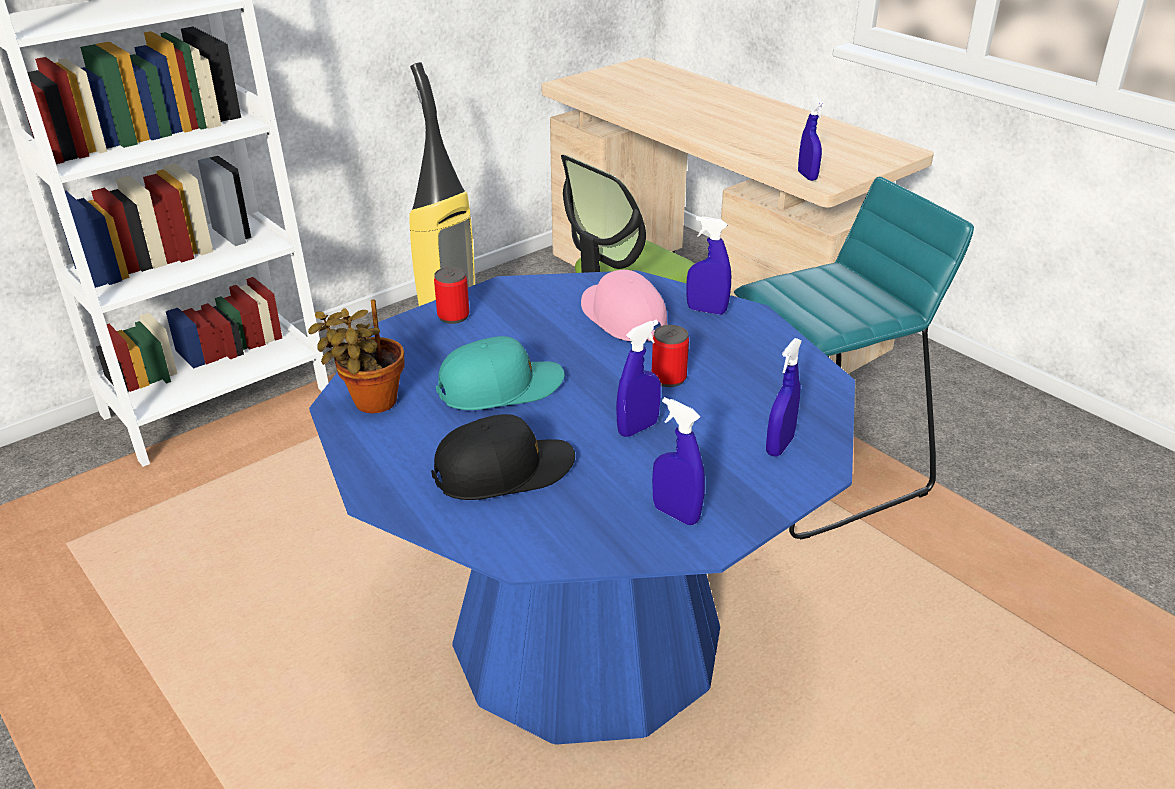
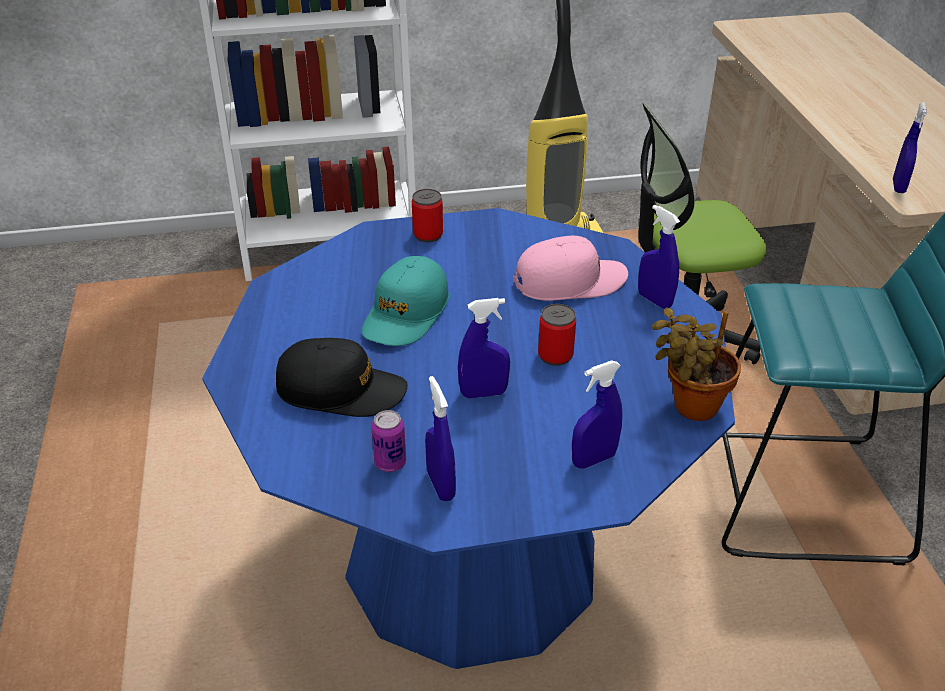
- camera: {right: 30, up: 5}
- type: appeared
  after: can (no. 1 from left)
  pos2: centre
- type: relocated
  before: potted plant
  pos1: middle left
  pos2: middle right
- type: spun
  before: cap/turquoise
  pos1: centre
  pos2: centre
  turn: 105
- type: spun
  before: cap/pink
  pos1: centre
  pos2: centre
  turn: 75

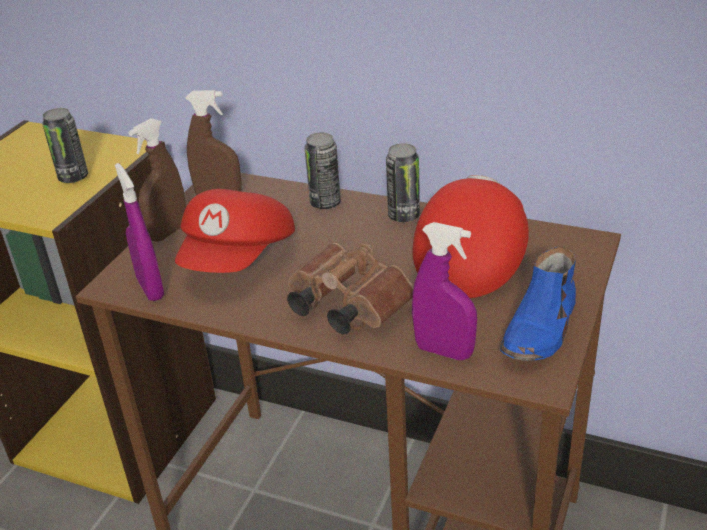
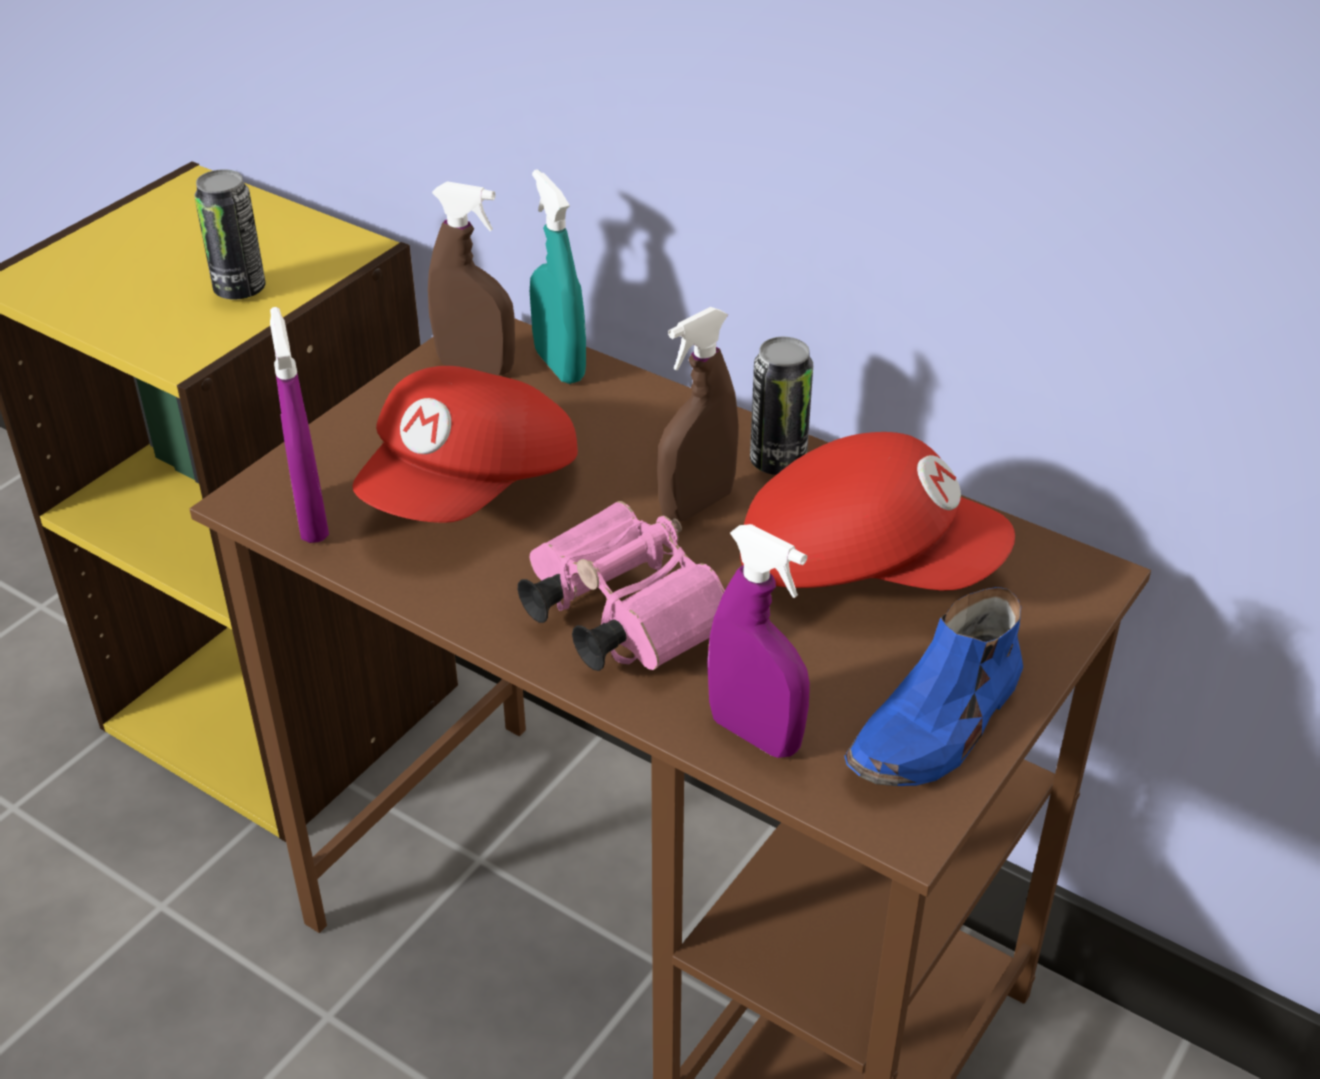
- camera: {right: 10, up: 5}
- type: missing
  before: can (no. 2 from left)
  pos1: top centre
- type: appeared
  after: spray bottle/turquoise
  pos2: top centre
- type: relocated
  before: spray bottle/brown (no. 1 from left in the first image)
  after: spray bottle/brown (no. 2 from left)
  pos1: middle left
  pos2: centre
- type: colour
  before: binoculars/brown
  after: binoculars/pink
  pos1: centre
  pos2: centre
- type: spun
  before: cap/red (no. 2 from left)
  pos1: centre
  pos2: centre
  turn: 75

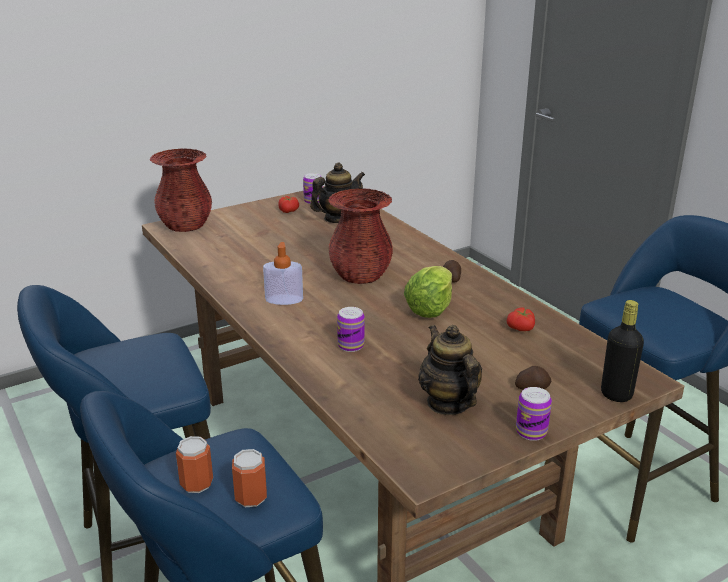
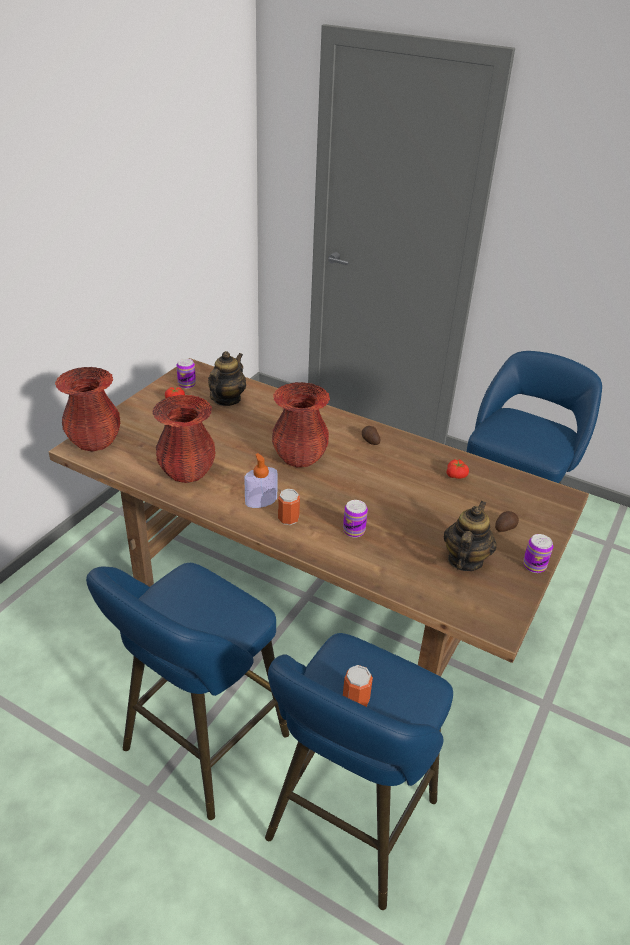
- camera: {right: -30, up: 10}
- type: missing
  before: lettuce
  pos1: centre
- type: missing
  before: bottle/black
  pos1: middle right
- type: appeared
  after: vase/red (no. 2 from left)
  pos2: middle left
- type: relocated
  before: can (no. 2 from left)
  pos1: bottom centre
  pos2: centre
- type: spun
  before: teapot (no. 2 from left)
  pos1: centre
  pos2: middle right
  turn: 75

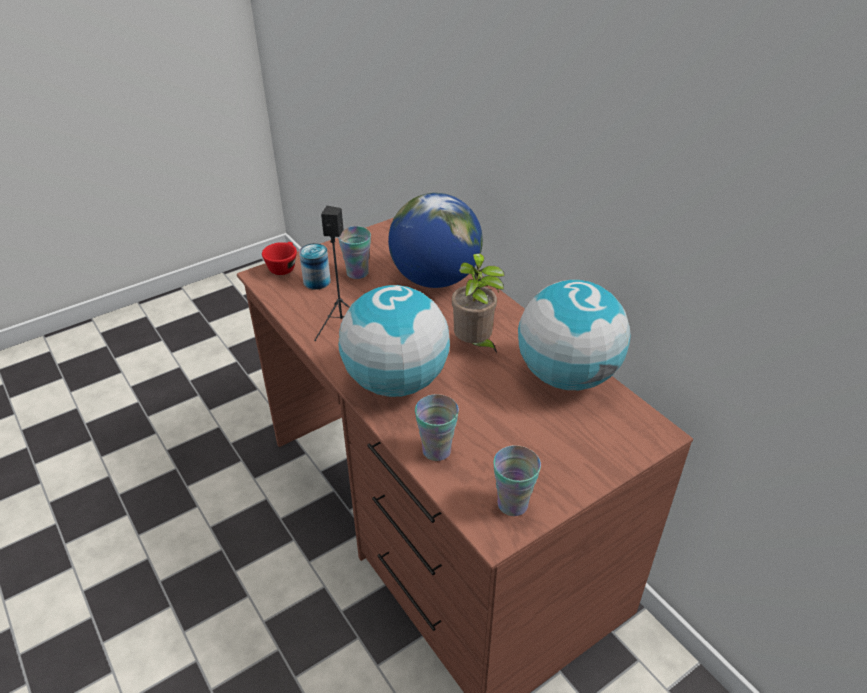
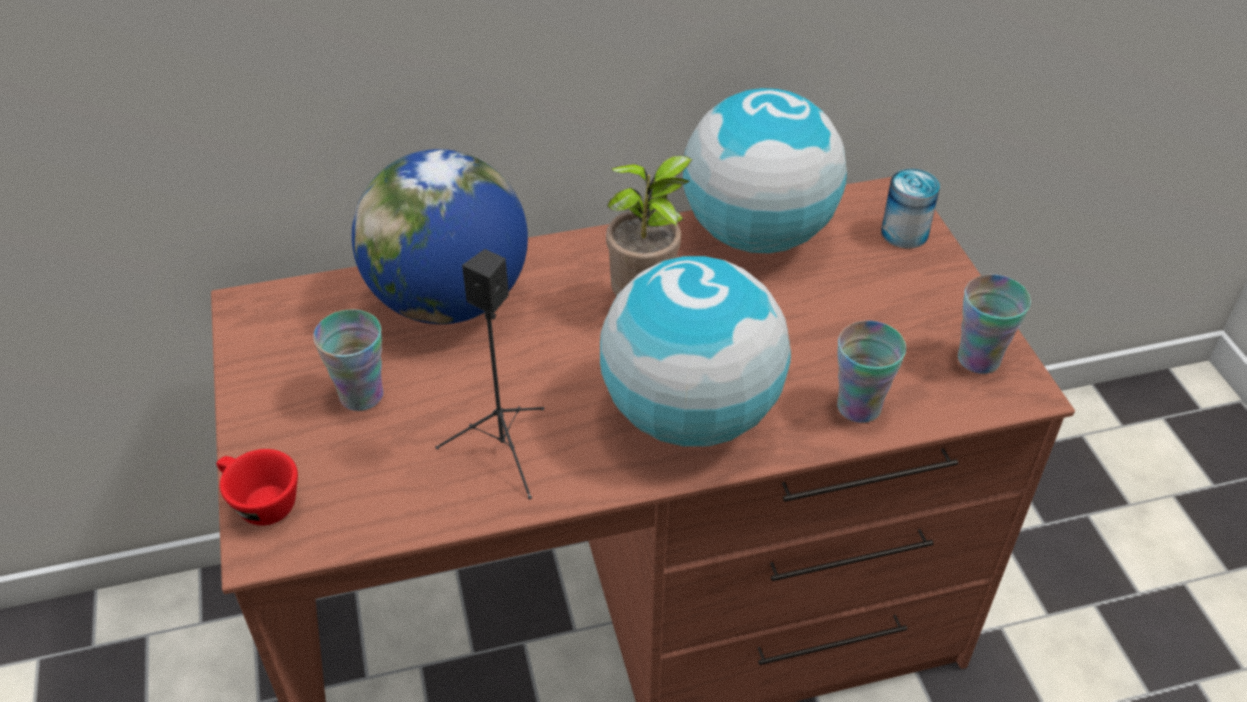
- camera: {right: -70, up: 5}
- type: relocated
  before: can
  pos1: centre
  pos2: top right

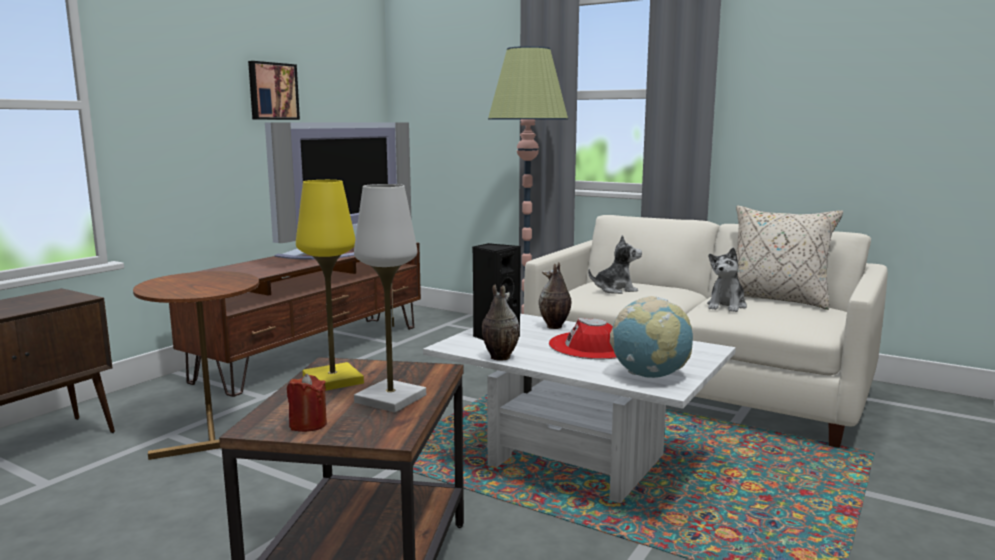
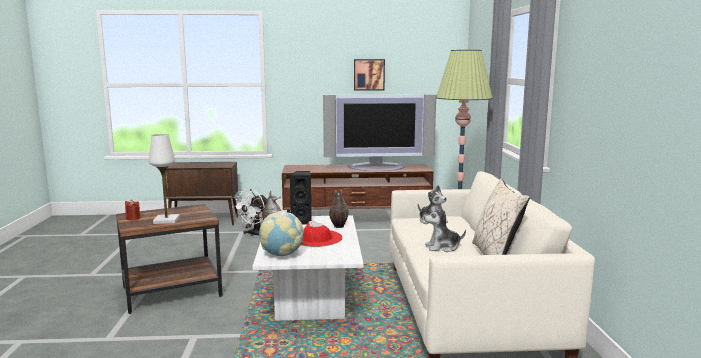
- camera: {right: 55, up: 0}
- type: missing
  before: table lamp/yellow
  pos1: middle left
- type: exchanged
  before: side table/brown (no. 1 from left)
  after: fan/white
  pos1: middle left
  pos2: centre

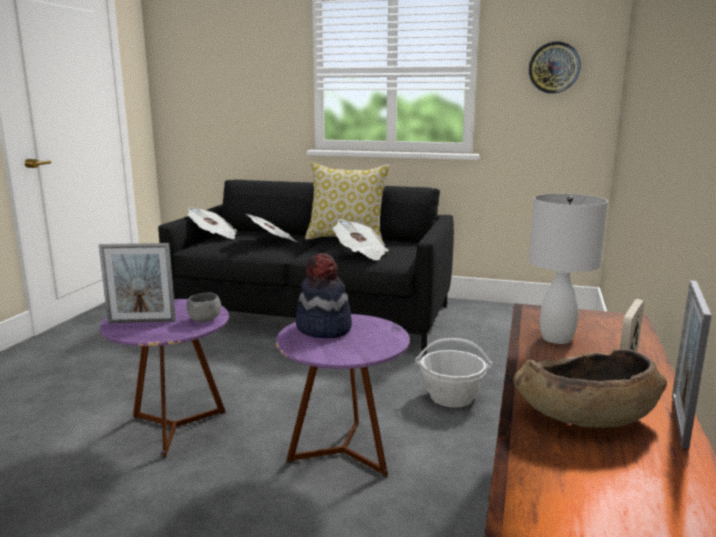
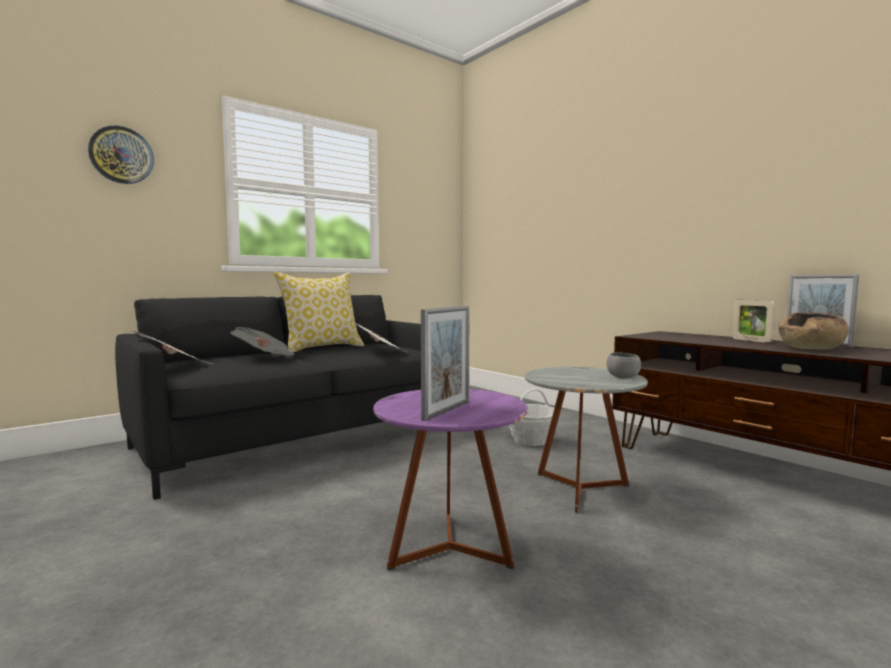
- camera: {right: -55, up: -10}
- type: missing
  before: hat
  pos1: centre
- type: missing
  before: table lamp/white
  pos1: middle right
- type: relocated
  before: bowl/grey
  pos1: middle left
  pos2: middle right
- type: relocated
  before: wall clock
  pos1: top right
  pos2: top left
- type: colour
  before: side table/purple (no. 2 from left)
  after: side table/grey
  pos1: bottom centre
  pos2: centre

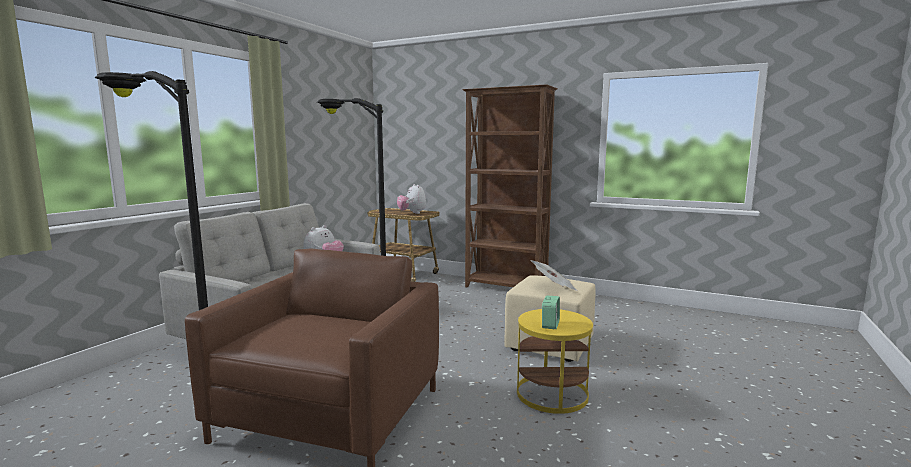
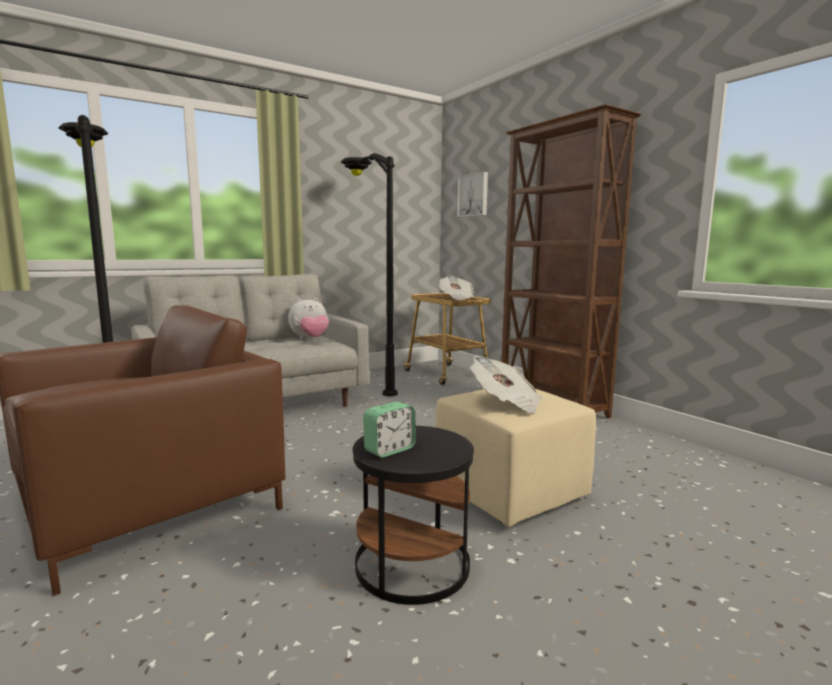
- camera: {right: 30, up: 0}
- type: appeared
  after: picture
  pos2: top centre
- type: exchanged
  before: plush toy (no. 2 from left)
  after: newspaper (no. 1 from left)
  pos1: centre
  pos2: centre
- type: colour
  before: side table/yellow
  after: side table/black
  pos1: bottom centre
  pos2: bottom centre

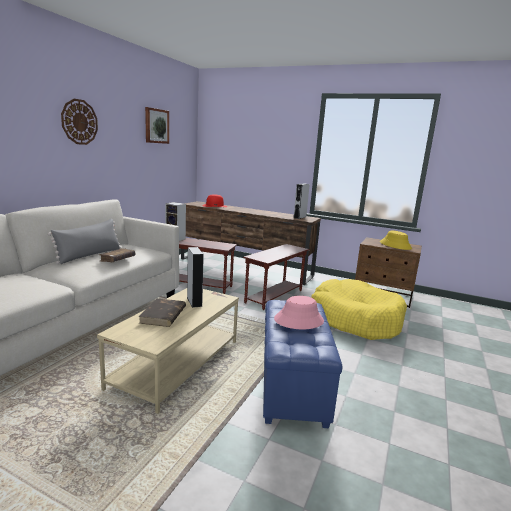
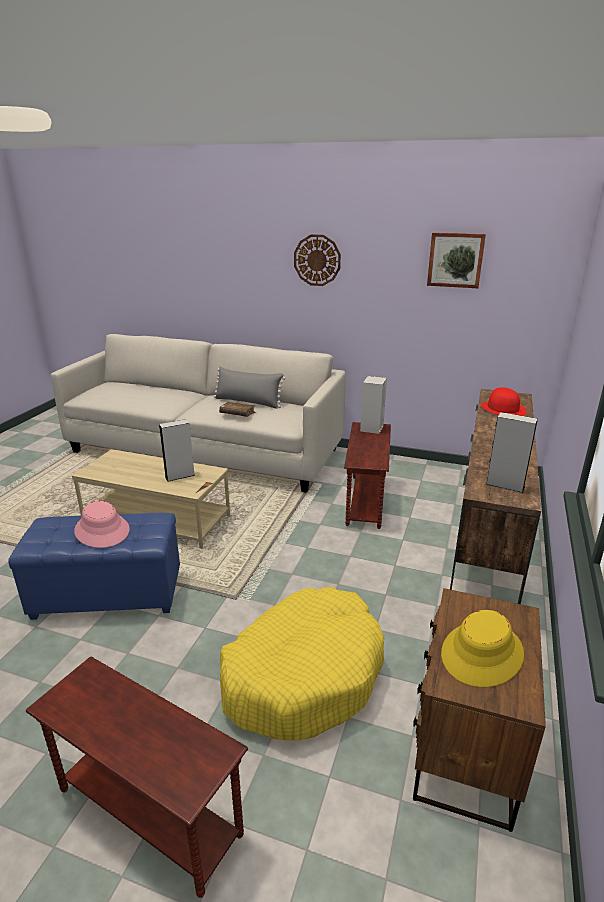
- camera: {right: 85, up: 10}
- type: missing
  before: book/brown (no. 2 from left)
  pos1: middle left
- type: relocated
  before: side table/brown (no. 2 from left in the first image)
  after: side table/brown (no. 1 from left)
  pos1: centre
  pos2: bottom left

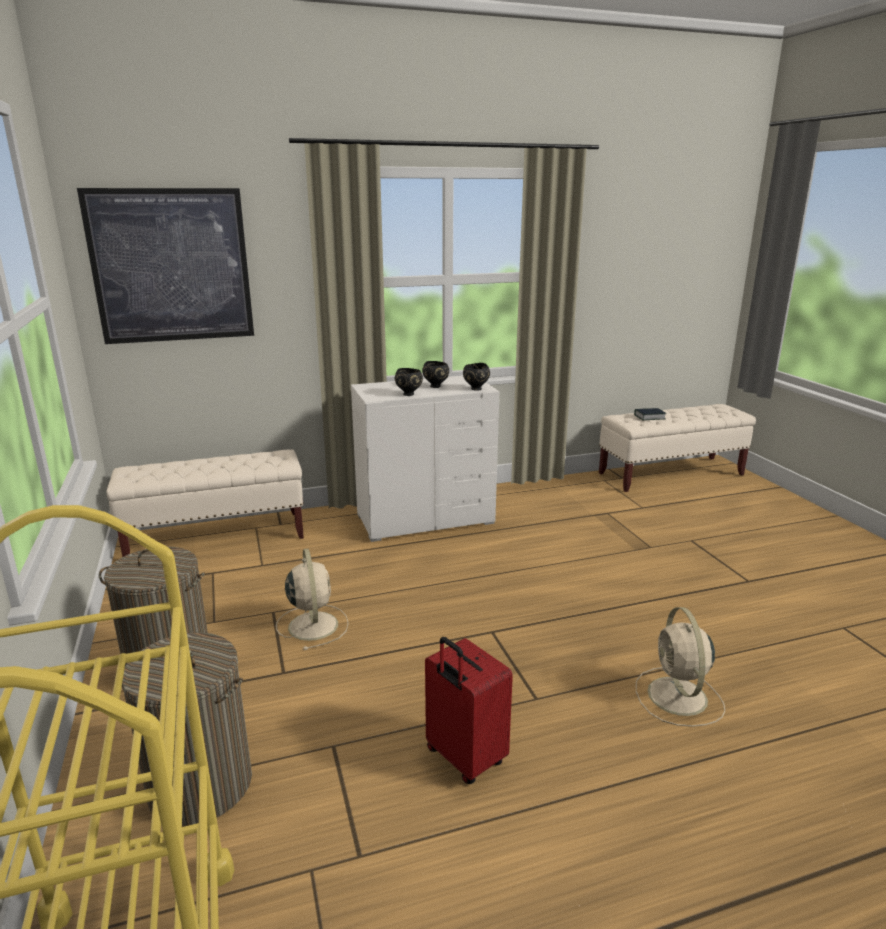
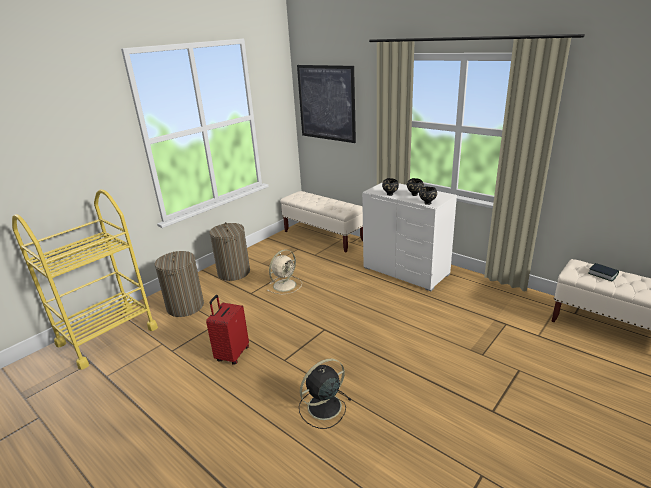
- camera: {right: 60, up: 5}
- type: colour
  before: fan/beige (no. 2 from left)
  after: fan/black
  pos1: bottom right
  pos2: bottom centre

